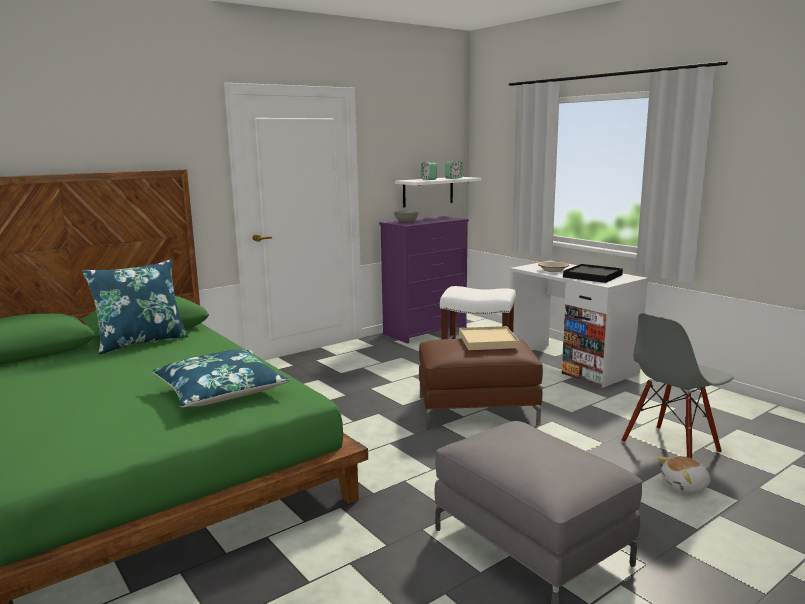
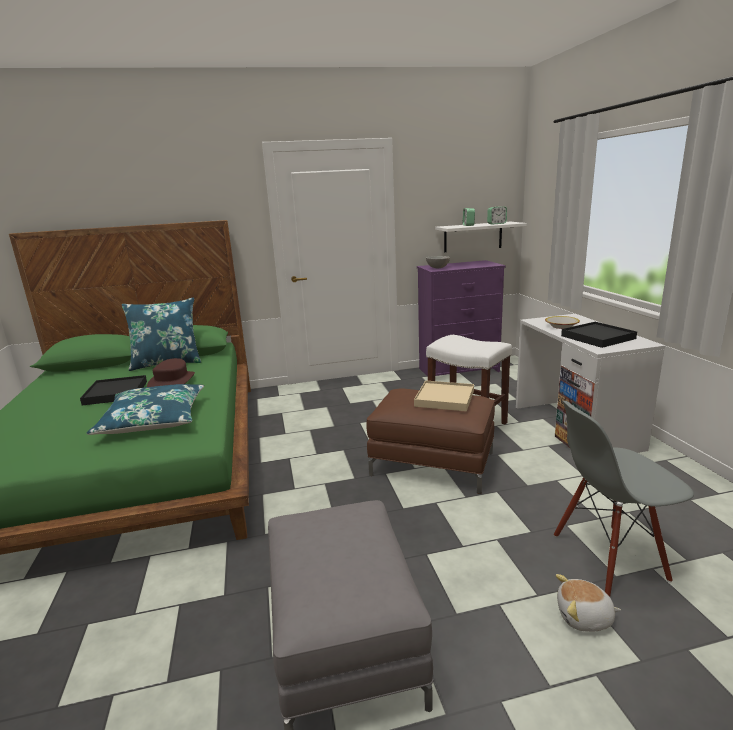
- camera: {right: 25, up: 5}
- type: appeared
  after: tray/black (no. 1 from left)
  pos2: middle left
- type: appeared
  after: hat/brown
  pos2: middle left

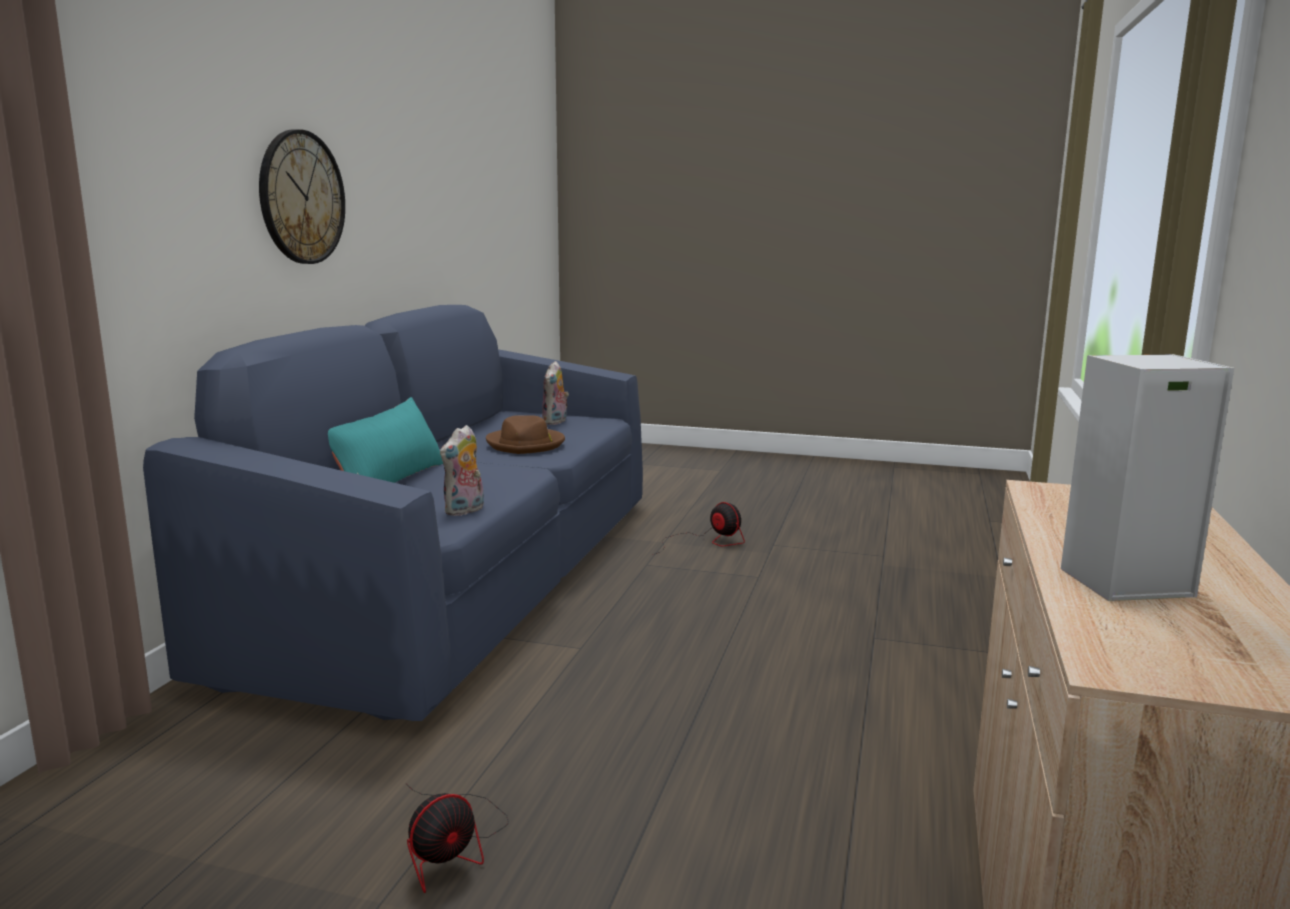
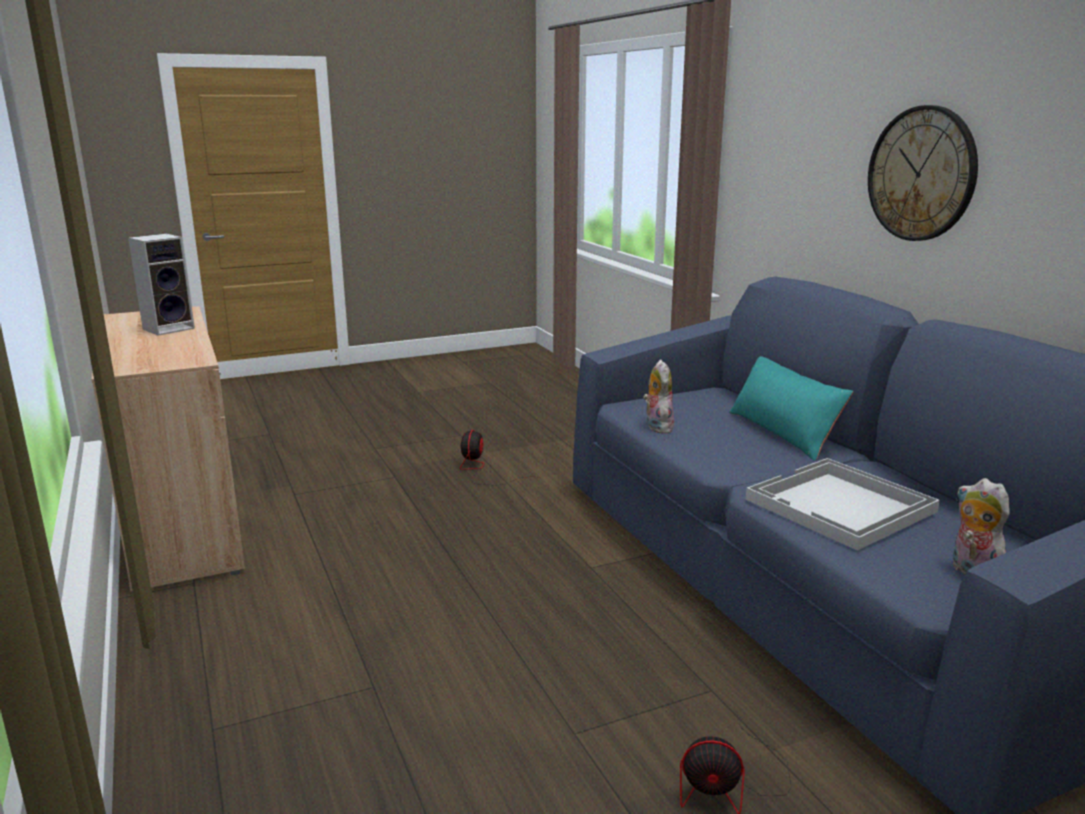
- camera: {right: 140, up: 5}
- type: exchanged
  before: hat/brown
  after: tray/white
  pos1: centre
  pos2: middle right

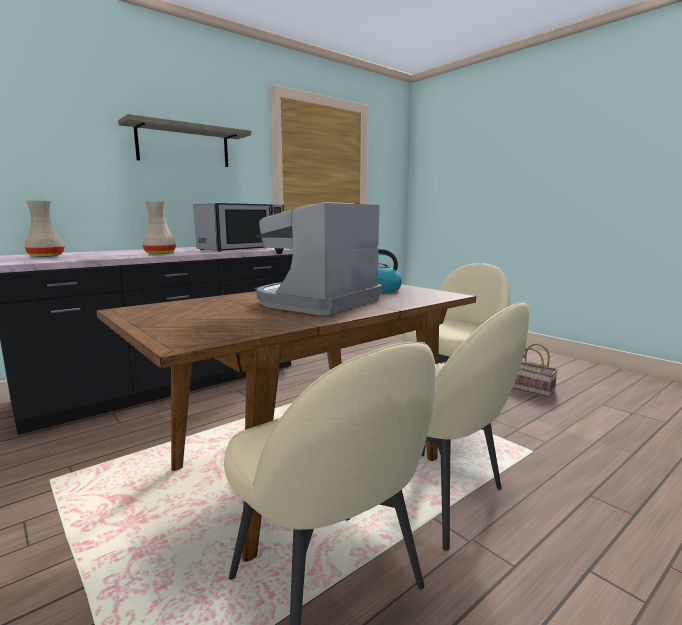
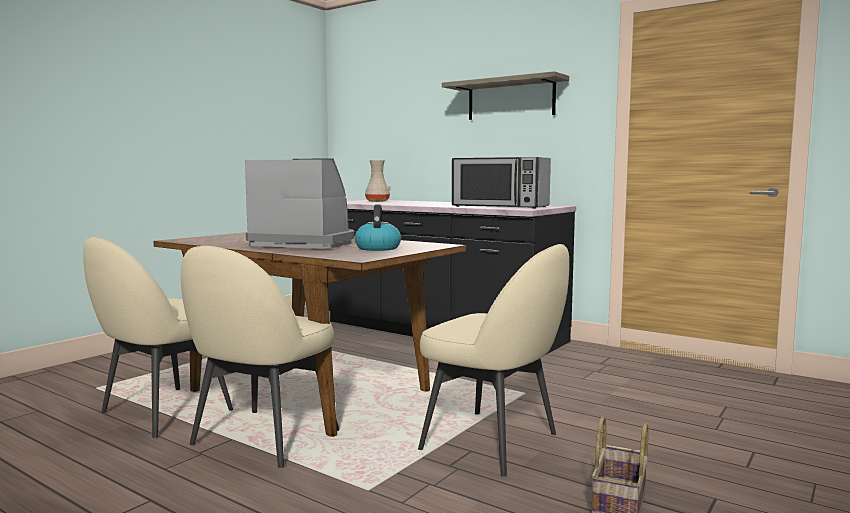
- camera: {right: 75, up: -5}
- type: missing
  before: vase/beige (no. 2 from left)
  pos1: middle left

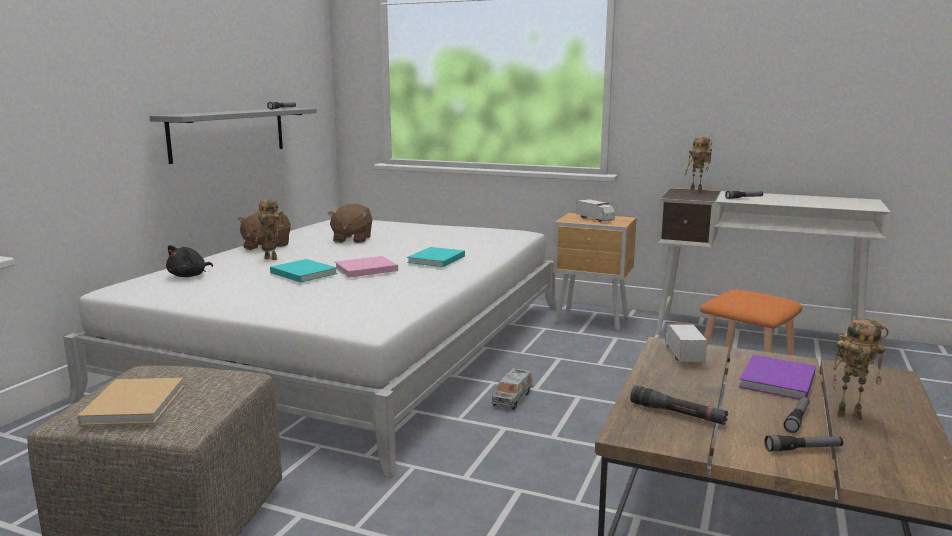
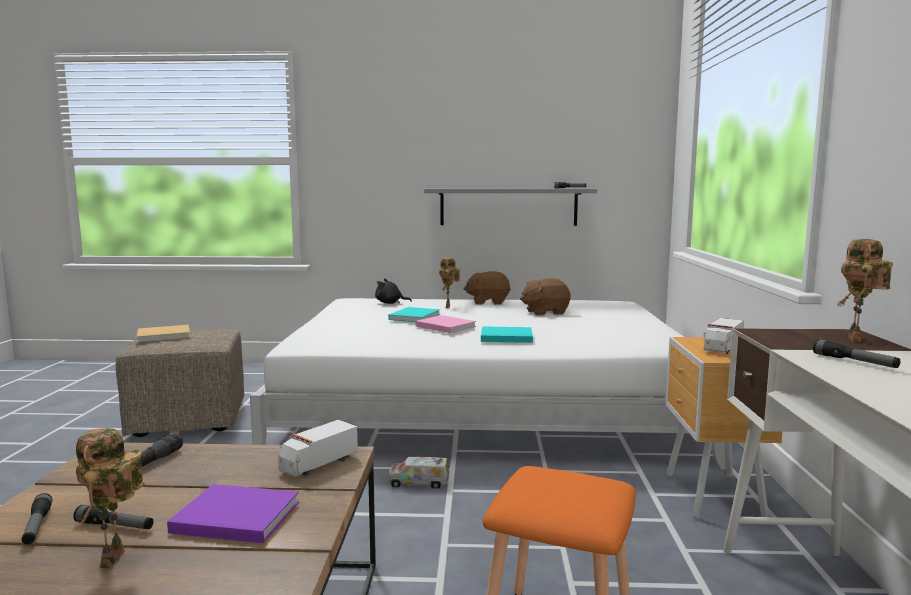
- camera: {right: 70, up: -5}
- type: spun
  before: toy truck (no. 3 from left in the first image)
  pos1: middle right
  pos2: bottom centre
  turn: 150

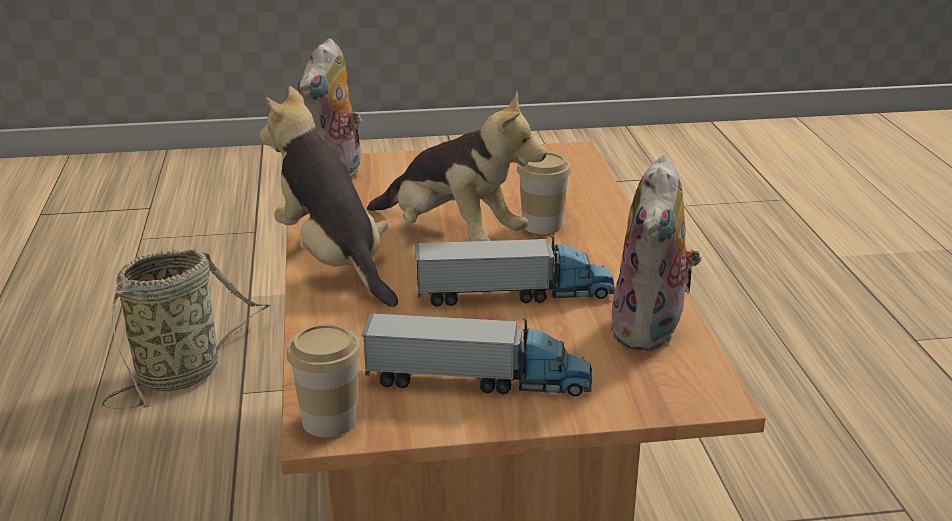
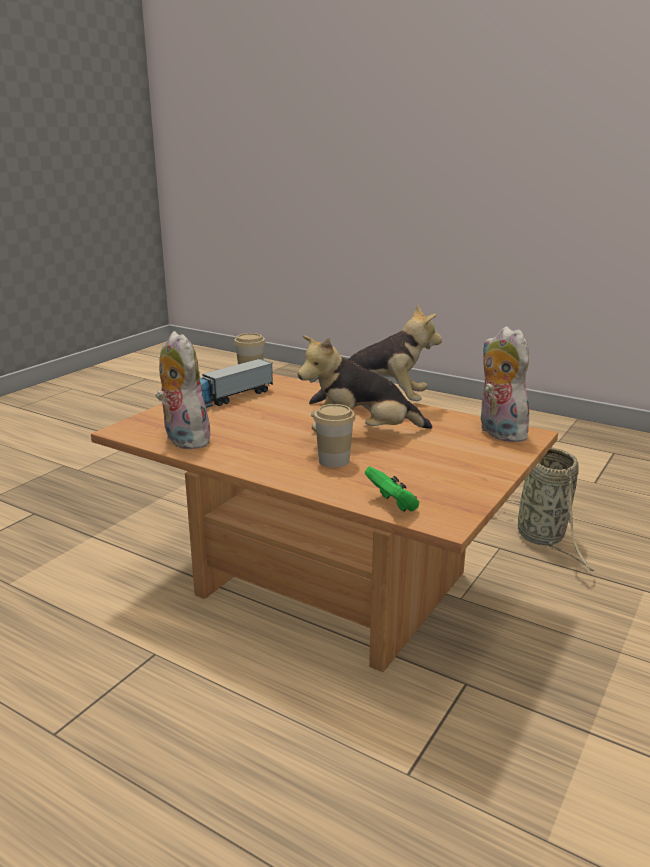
- camera: {right: 130, up: -5}
- type: missing
  before: toy truck (no. 2 from left)
  pos1: centre
- type: appeared
  after: game controller/green
  pos2: centre

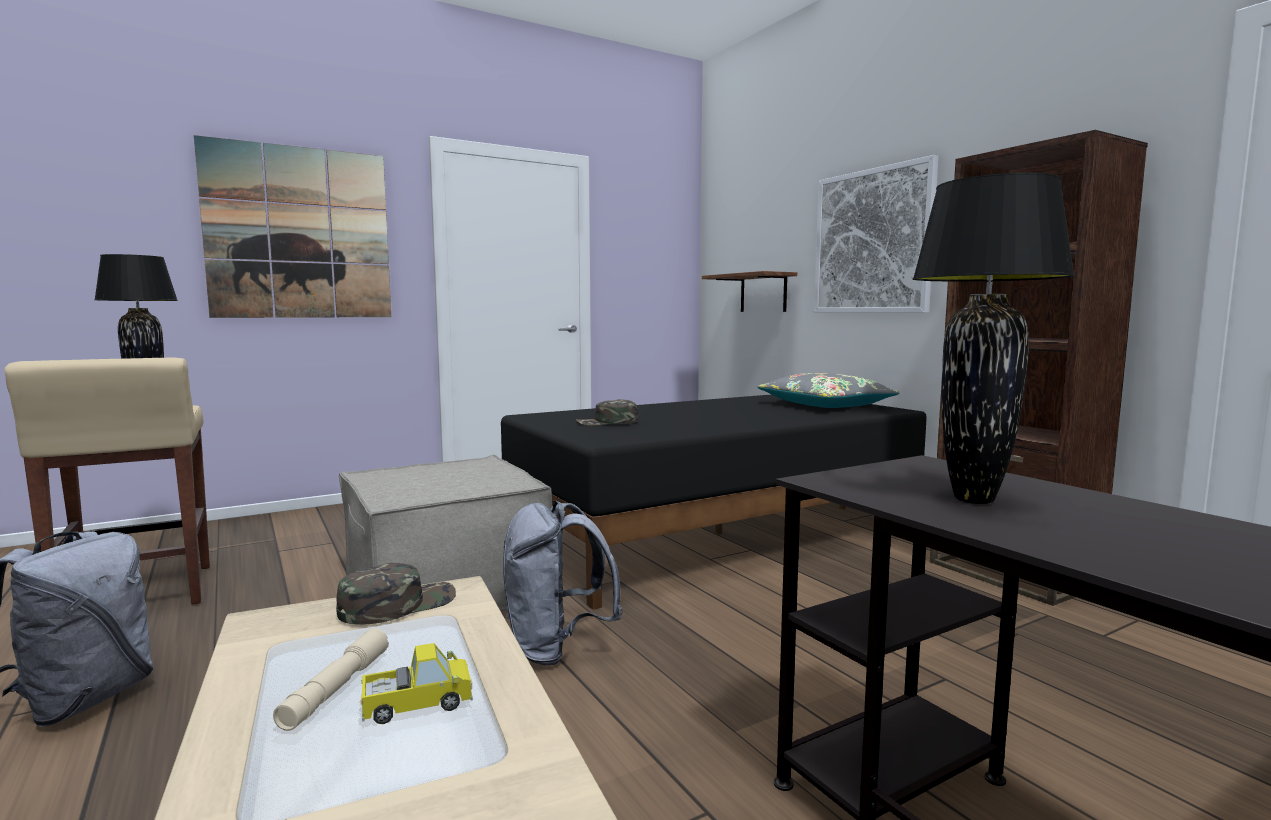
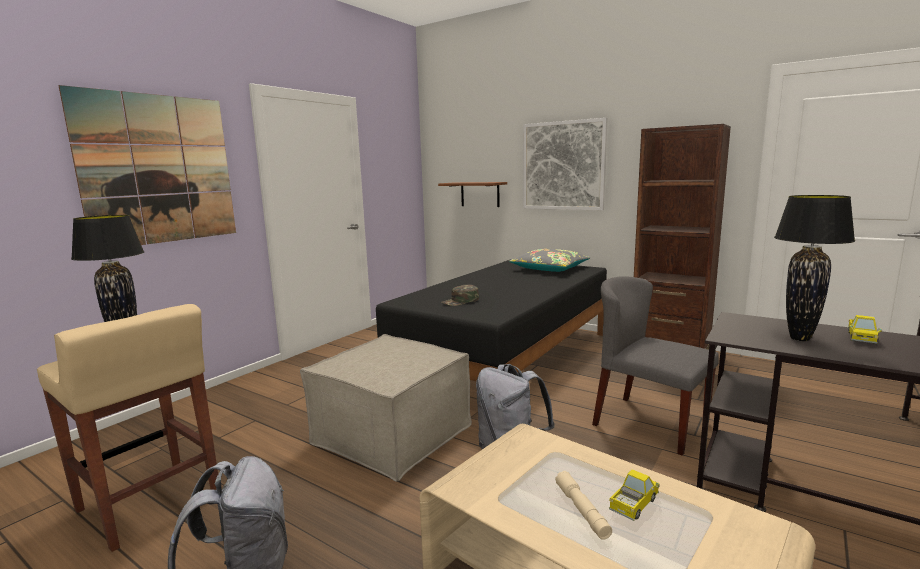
- camera: {right: -25, up: 5}
- type: missing
  before: cap/green (no. 1 from left)
  pos1: bottom left
- type: appeared
  after: chair/grey
  pos2: middle right
- type: appeared
  after: toy truck (no. 2 from left)
  pos2: middle right

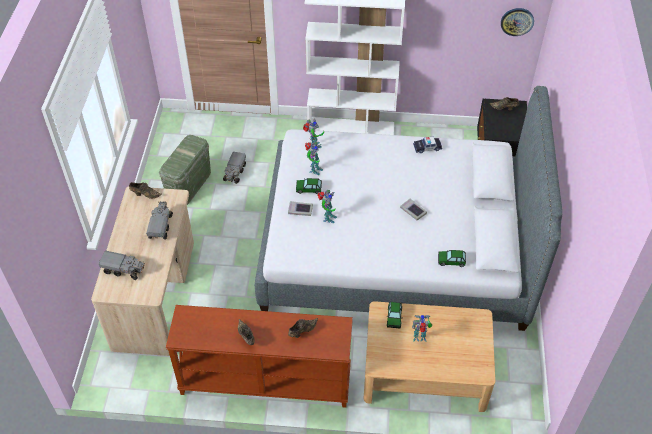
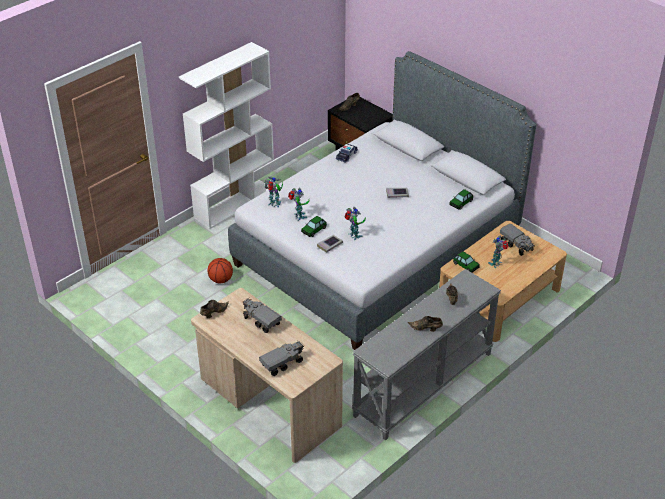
- camera: {right: -50, up: -10}
- type: missing
  before: storage box/green
  pos1: middle left
- type: missing
  before: wall clock
  pos1: top right
- type: appeared
  after: basketball
  pos2: middle left
- type: relocated
  before: toy truck (no. 3 from left)
  pos1: centre
  pos2: middle right
- type: colour
  before: console table/brown
  after: console table/grey
  pos1: bottom centre
  pos2: bottom centre

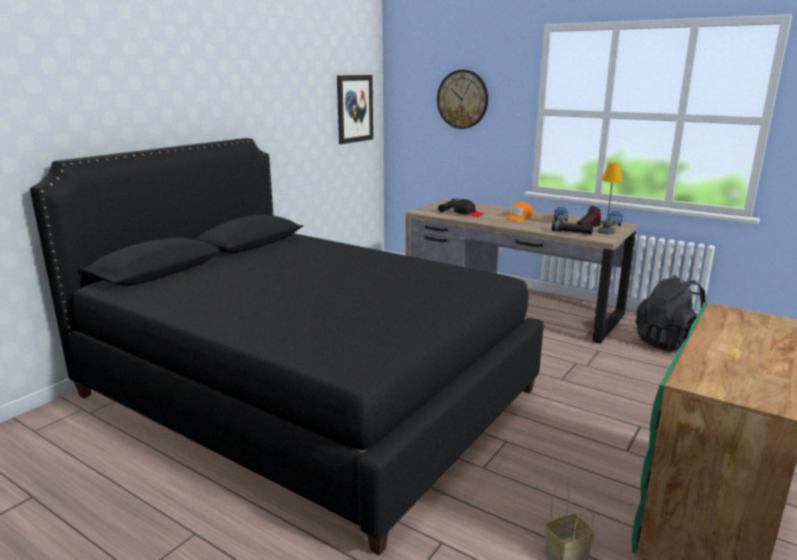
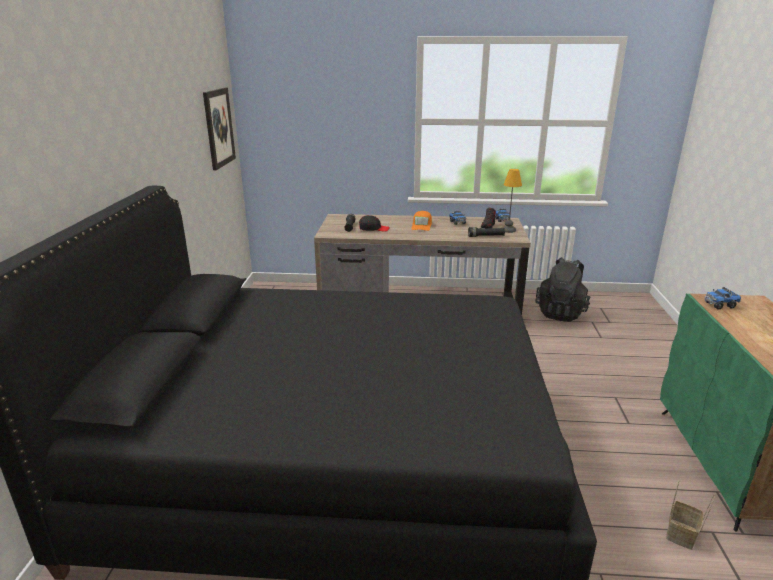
- camera: {right: -30, up: 5}
- type: missing
  before: wall clock
  pos1: top centre
- type: appeared
  after: toy truck (no. 3 from left)
  pos2: middle right

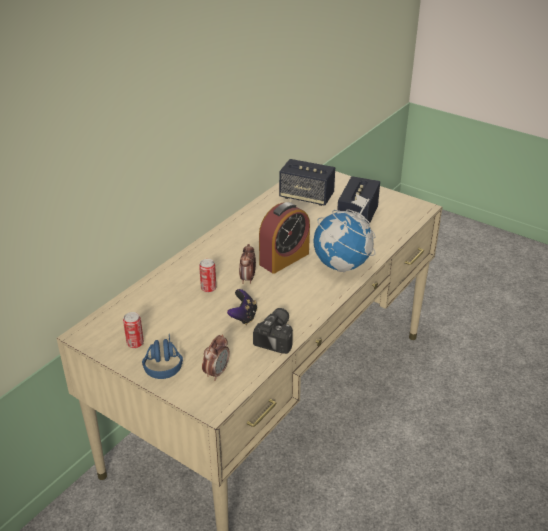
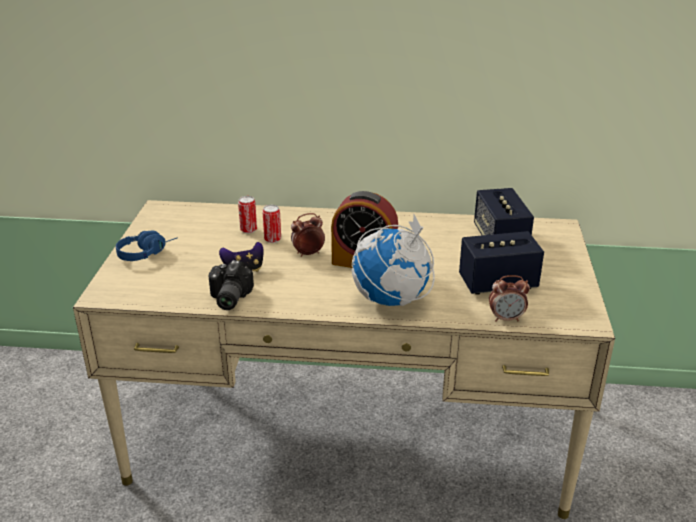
- camera: {right: 60, up: -5}
- type: relocated
  before: can (no. 1 from left)
  pos1: middle left
  pos2: centre
- type: relocated
  before: alarm clock (no. 1 from left in the first image)
  after: alarm clock (no. 3 from left)
  pos1: bottom centre
  pos2: middle right
- type: spun
  before: photo camera
  pos1: centre
  pos2: middle left
  turn: 105

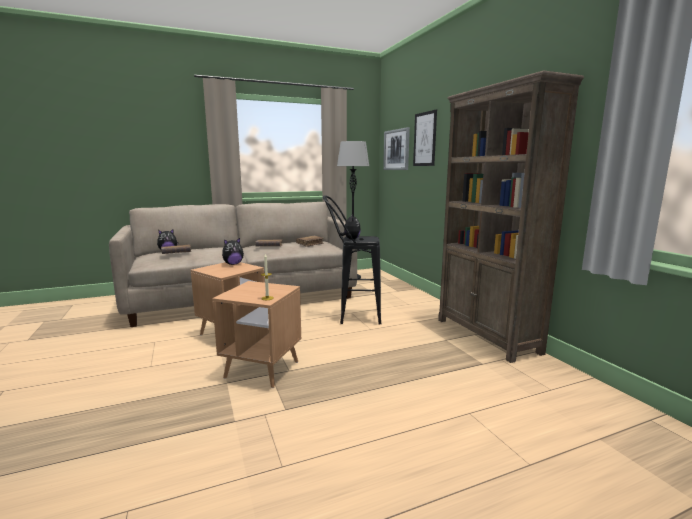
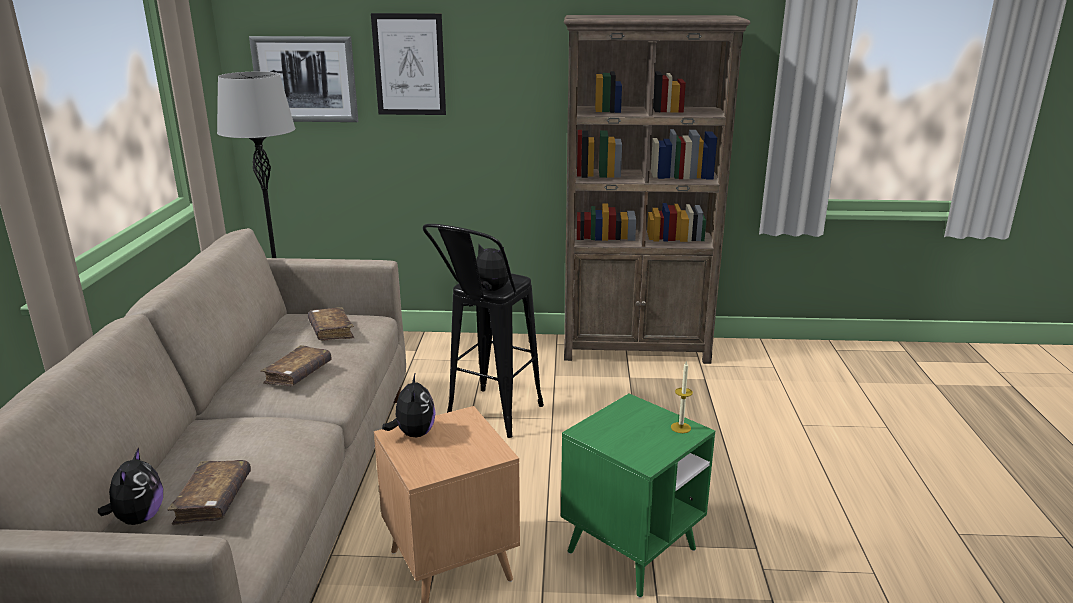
- camera: {right: -65, up: 10}
- type: colour
  before: side table/brown (no. 2 from left)
  after: side table/green
  pos1: centre
  pos2: bottom centre

